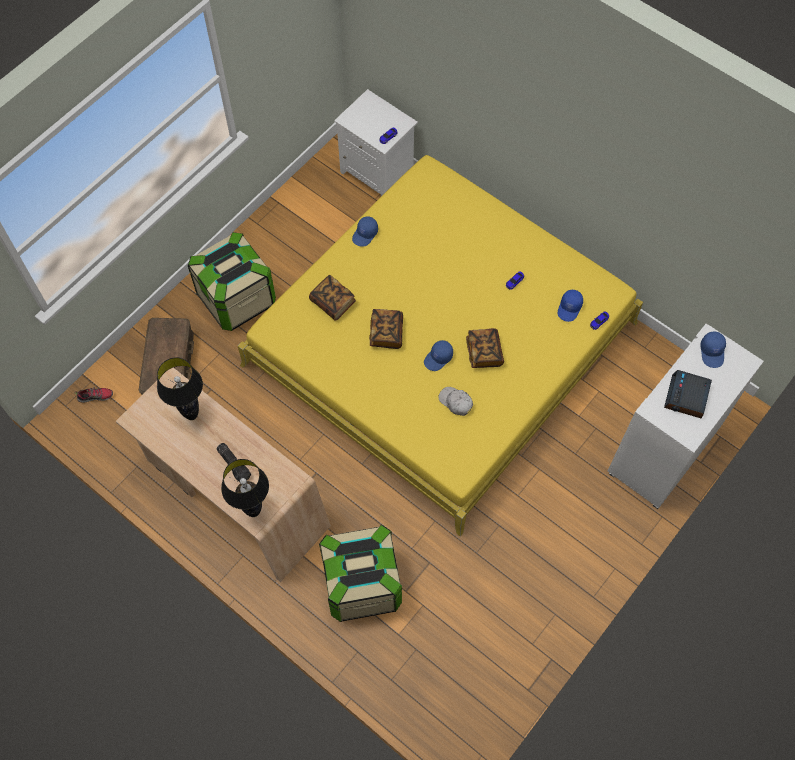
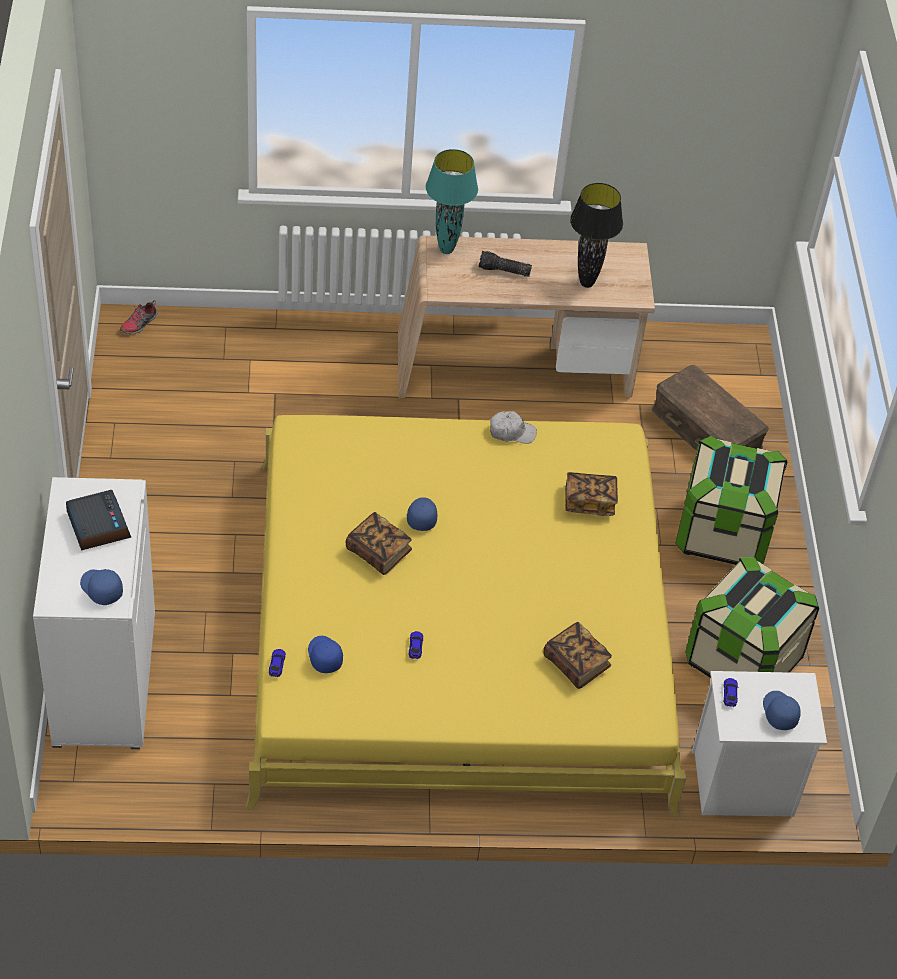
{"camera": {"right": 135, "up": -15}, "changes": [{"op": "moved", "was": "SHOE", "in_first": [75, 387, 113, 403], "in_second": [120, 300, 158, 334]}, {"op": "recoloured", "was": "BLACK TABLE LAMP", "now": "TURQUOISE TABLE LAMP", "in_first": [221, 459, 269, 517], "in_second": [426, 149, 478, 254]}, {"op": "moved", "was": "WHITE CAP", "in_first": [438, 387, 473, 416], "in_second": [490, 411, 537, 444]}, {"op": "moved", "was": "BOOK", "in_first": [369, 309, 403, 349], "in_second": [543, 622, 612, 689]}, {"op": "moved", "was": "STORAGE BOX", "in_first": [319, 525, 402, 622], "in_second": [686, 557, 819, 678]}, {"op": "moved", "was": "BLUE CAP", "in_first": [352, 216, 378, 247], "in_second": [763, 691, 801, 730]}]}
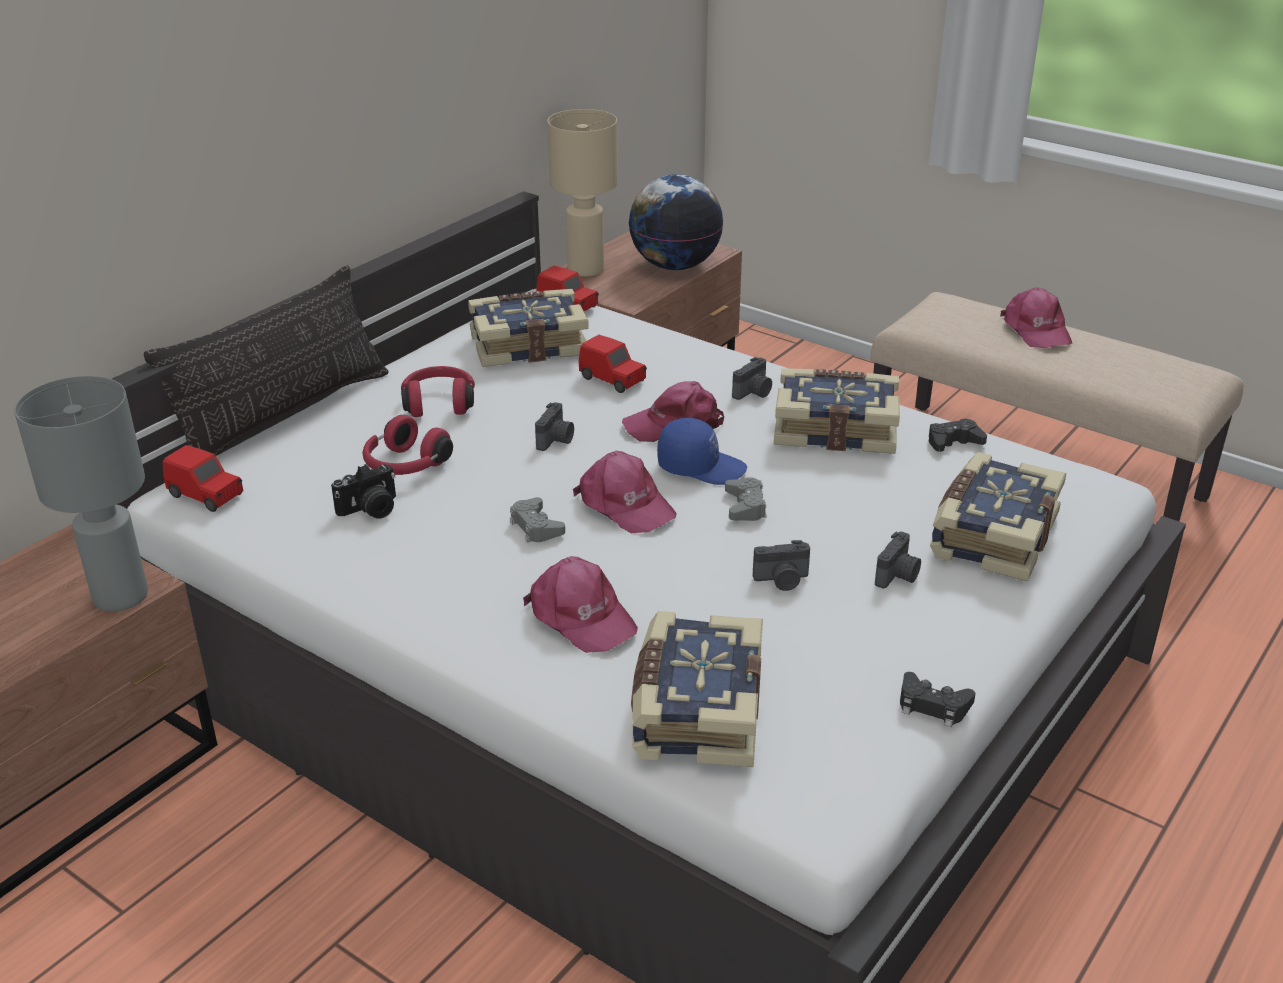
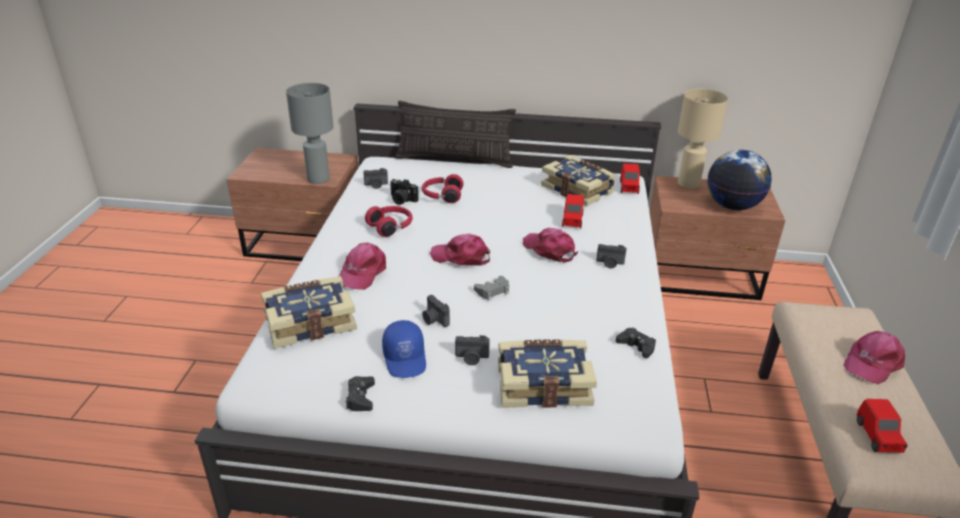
{"camera": {"right": 60, "up": 0}, "changes": [{"op": "moved", "was": "PHOTO CAMERA", "in_first": [535, 402, 574, 451], "in_second": [363, 168, 388, 189]}, {"op": "moved", "was": "RED HEADPHONES", "in_first": [401, 366, 475, 417], "in_second": [365, 206, 413, 237]}, {"op": "moved", "was": "BLUE CAP", "in_first": [657, 418, 747, 485], "in_second": [382, 320, 426, 378]}, {"op": "turned", "was": "PINK CAP", "in_first": [573, 451, 676, 533], "in_second": [430, 234, 490, 266], "clockwise": 90}, {"op": "moved", "was": "RED TOY CAR", "in_first": [163, 445, 243, 512], "in_second": [856, 399, 907, 453]}, {"op": "removed", "was": "GREY GAME CONTROLLER", "in_first": [510, 497, 565, 543]}, {"op": "removed", "was": "BOOK", "in_first": [774, 368, 900, 454]}]}
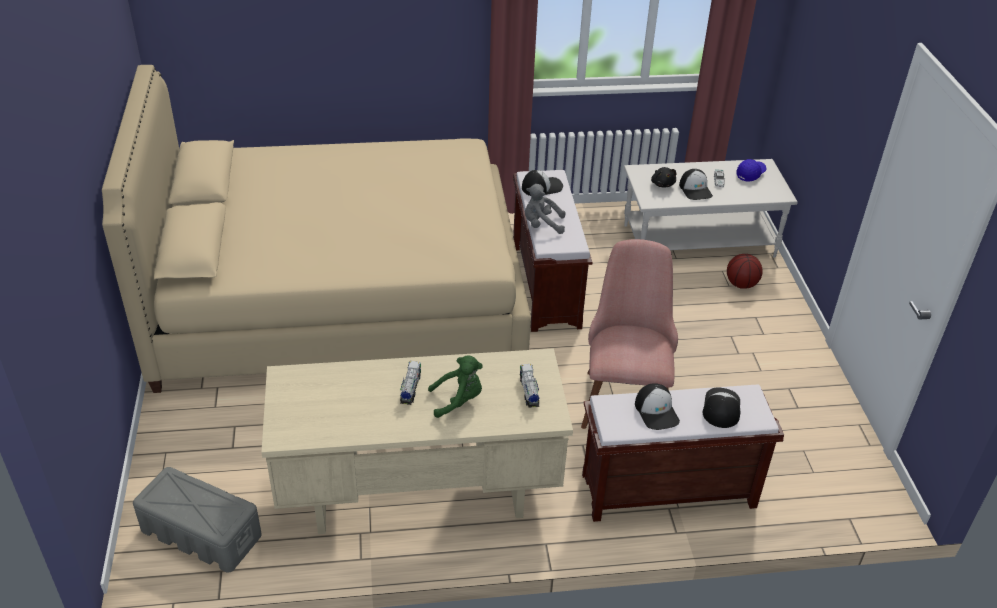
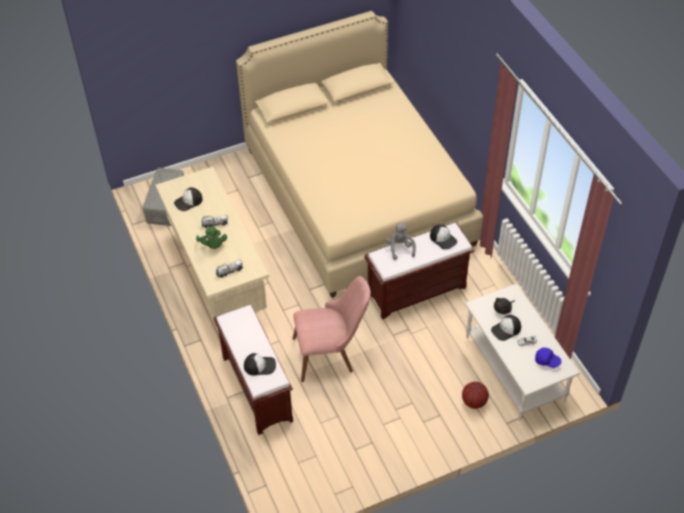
{"camera": {"right": 75, "up": 10}, "changes": [{"op": "moved", "was": "CAP", "in_first": [635, 383, 680, 430], "in_second": [174, 187, 203, 211]}]}
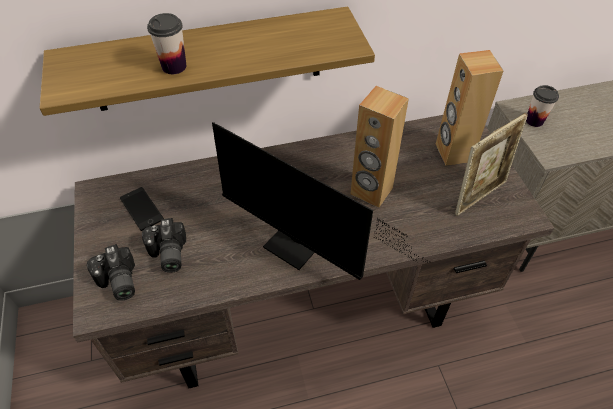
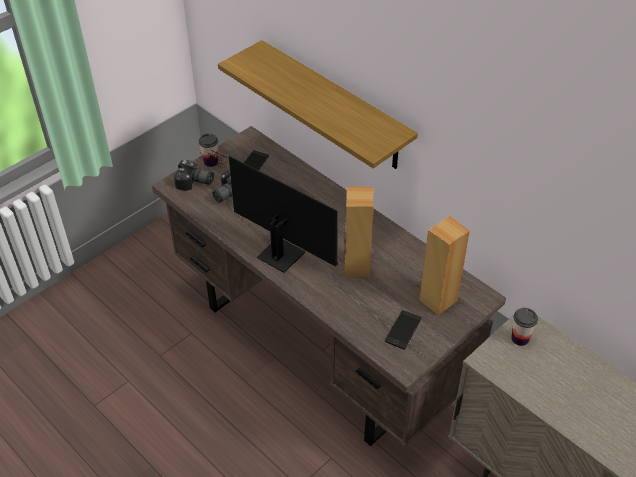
{"camera": {"right": 60, "up": -5}, "changes": [{"op": "turned", "was": "PHOTO CAMERA", "in_first": [87, 244, 135, 300], "in_second": [174, 160, 214, 191], "clockwise": -105}, {"op": "moved", "was": "CUP", "in_first": [147, 13, 186, 74], "in_second": [199, 133, 218, 167]}, {"op": "turned", "was": "MONITOR", "in_first": [212, 122, 431, 280], "in_second": [201, 149, 338, 273], "clockwise": 120}, {"op": "replaced", "was": "PICTURE FRAME", "now": "PHONE", "in_first": [455, 113, 528, 216], "in_second": [385, 310, 422, 349]}]}
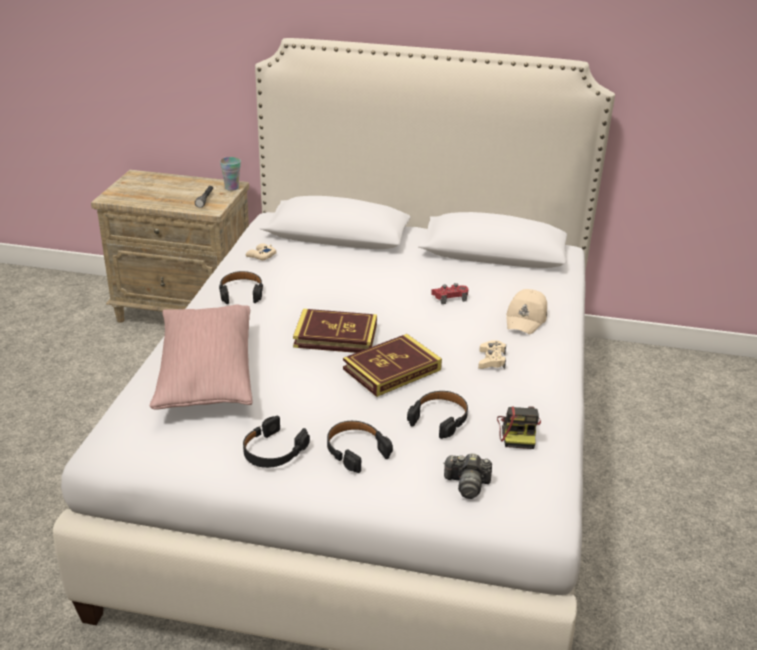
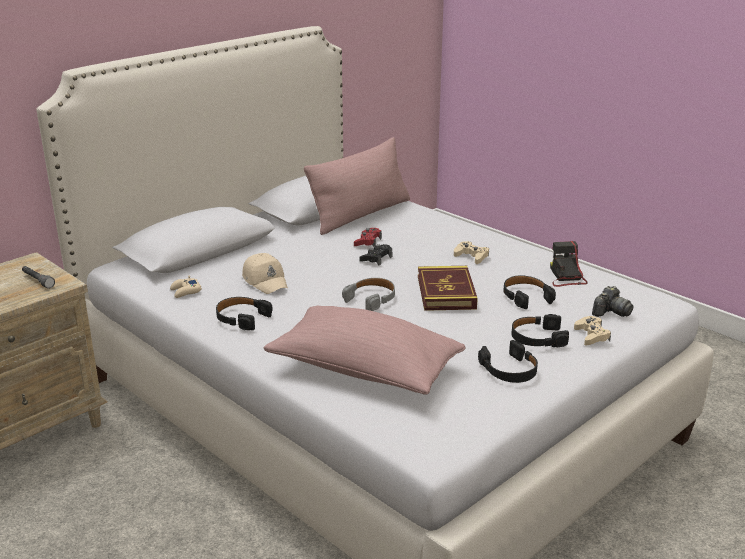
{"camera": {"right": -55, "up": -5}, "changes": [{"op": "moved", "was": "BEIGE CAP", "in_first": [506, 289, 547, 334], "in_second": [242, 253, 288, 294]}, {"op": "added", "now": "PINK PILLOW", "in_second": [304, 137, 410, 235]}, {"op": "replaced", "was": "BOOK", "now": "GREY HEADPHONES", "in_first": [293, 309, 377, 353], "in_second": [342, 278, 395, 311]}, {"op": "added", "now": "BLACK GAME CONTROLLER", "in_second": [360, 244, 393, 265]}, {"op": "turned", "was": "PHOTO CAMERA", "in_first": [497, 406, 541, 449], "in_second": [550, 241, 588, 287], "clockwise": -135}, {"op": "added", "now": "BEIGE GAME CONTROLLER", "in_second": [574, 316, 611, 345]}, {"op": "removed", "was": "CUP", "in_first": [220, 157, 241, 191]}]}
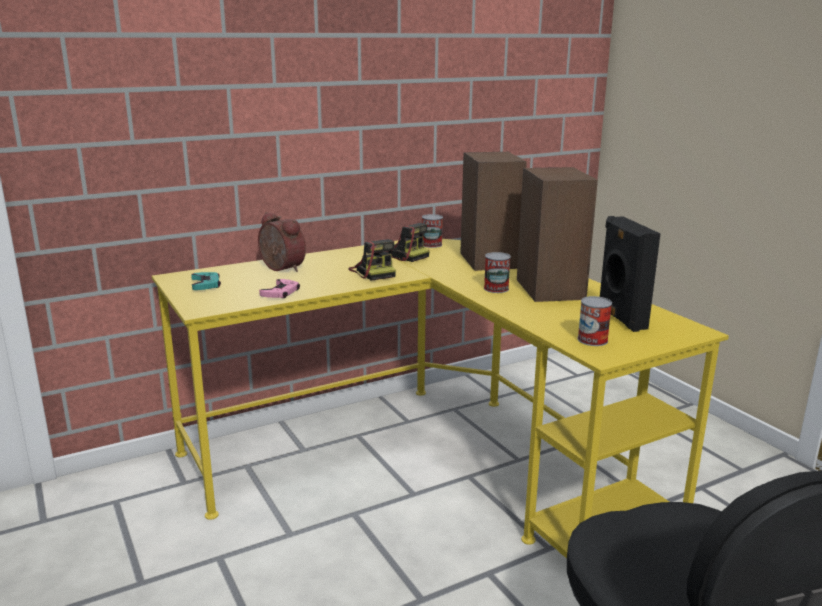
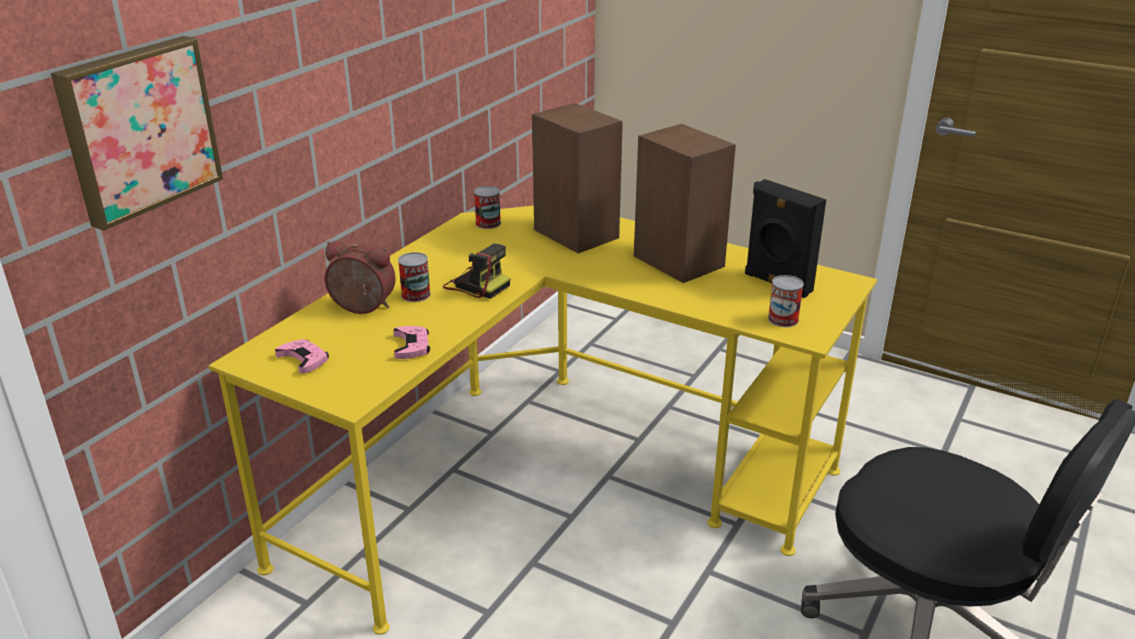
{"camera": {"right": -30, "up": 10}, "changes": [{"op": "added", "now": "PICTURE", "in_second": [51, 36, 223, 231]}, {"op": "recoloured", "was": "TURQUOISE GAME CONTROLLER", "now": "PINK GAME CONTROLLER", "in_first": [191, 272, 221, 290], "in_second": [275, 339, 329, 374]}, {"op": "moved", "was": "CAN", "in_first": [484, 252, 511, 293], "in_second": [398, 252, 431, 302]}, {"op": "removed", "was": "PHOTO CAMERA", "in_first": [386, 223, 430, 262]}]}
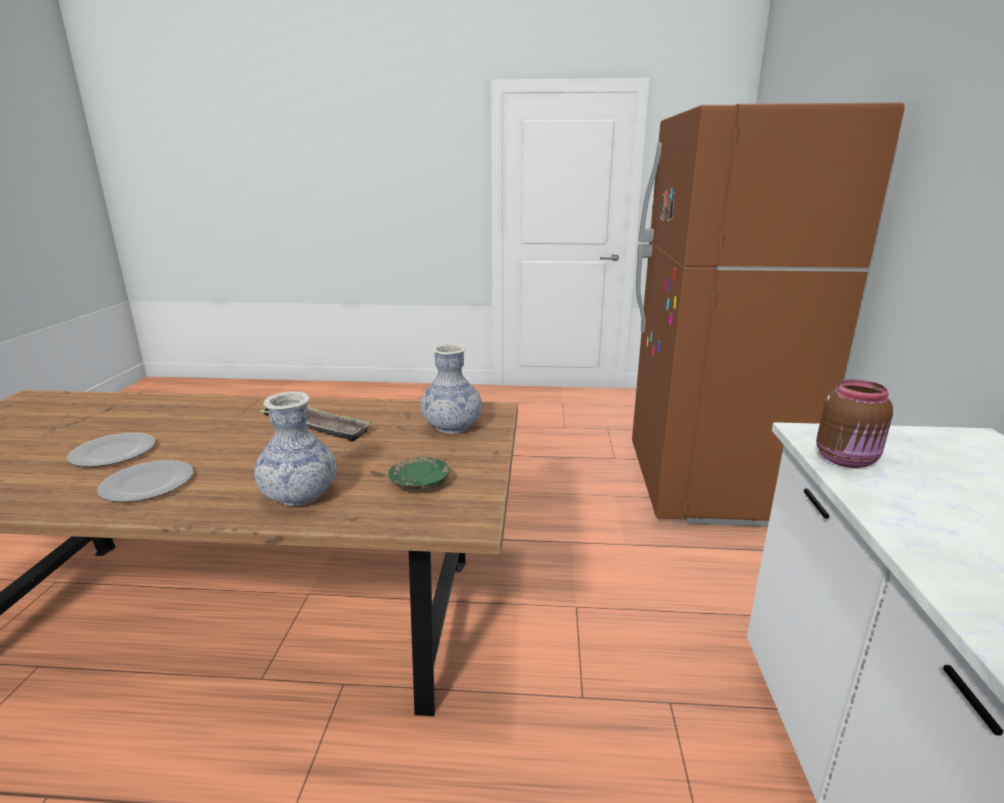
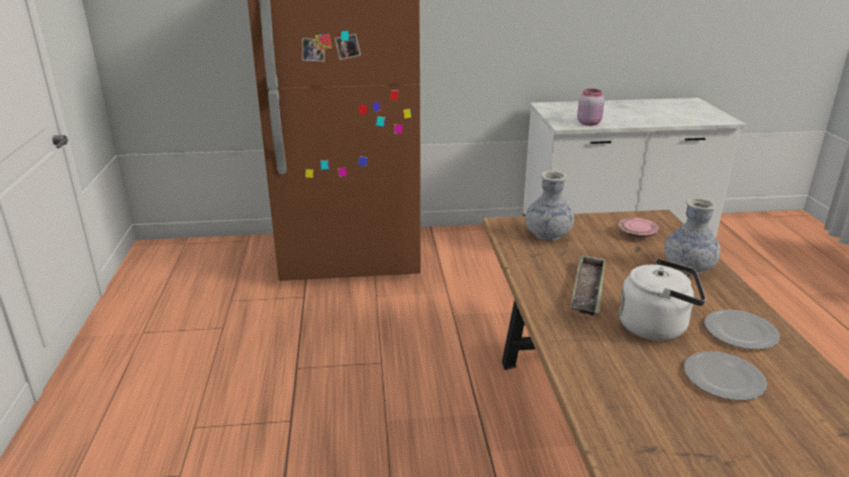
{"camera": {"right": -100, "up": 5}, "changes": [{"op": "recoloured", "was": "BROWN JAR", "now": "PINK JAR", "in_first": [816, 379, 893, 468], "in_second": [577, 89, 604, 126]}, {"op": "recoloured", "was": "GREEN PLATE", "now": "PINK PLATE", "in_first": [388, 457, 449, 490], "in_second": [618, 218, 659, 238]}, {"op": "added", "now": "WHITE KETTLE", "in_second": [619, 259, 706, 341]}]}
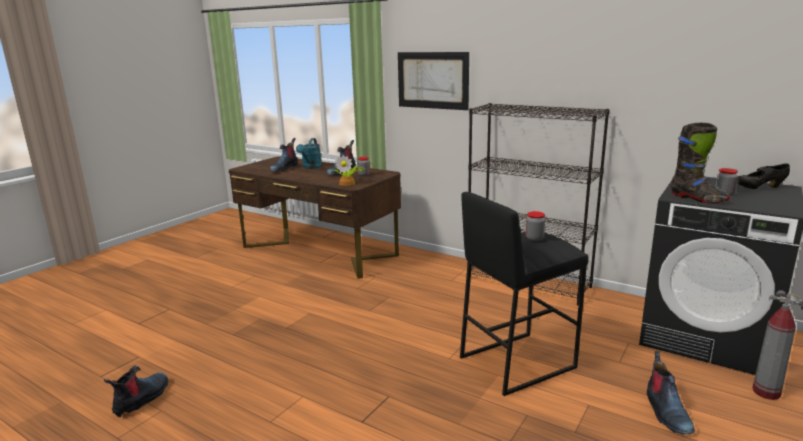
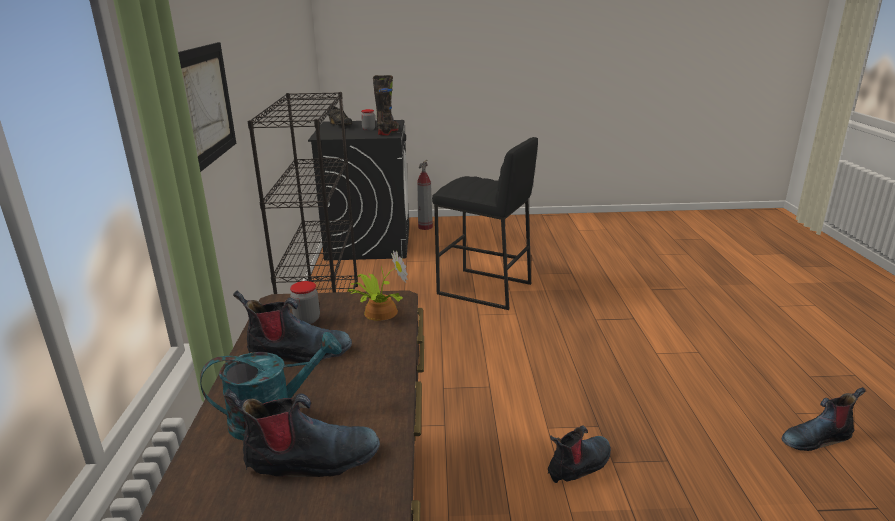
{"camera": {"right": -125, "up": 5}, "changes": [{"op": "moved", "was": "BOOT", "in_first": [647, 351, 695, 435], "in_second": [548, 425, 611, 483]}, {"op": "removed", "was": "JAR", "in_first": [526, 211, 545, 241]}]}
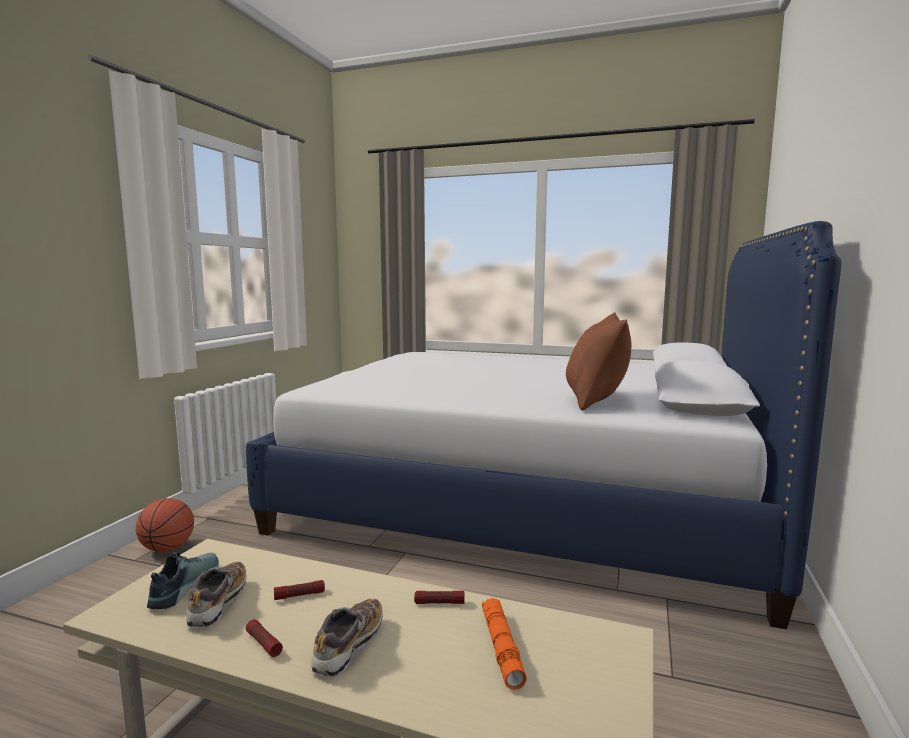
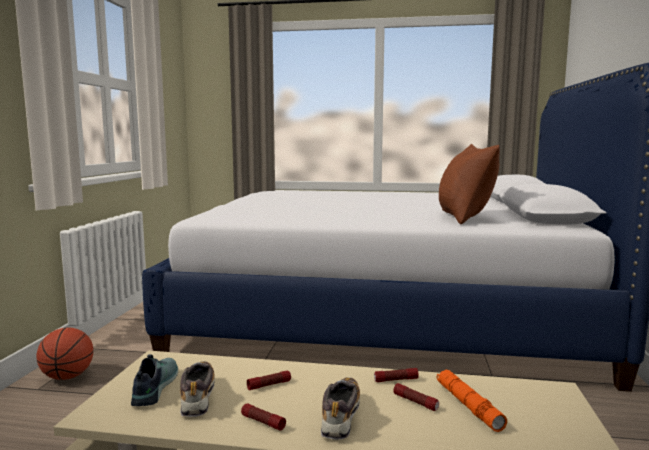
{"camera": {"right": -10, "up": 0}, "changes": [{"op": "added", "now": "FLASHLIGHT", "in_second": [393, 383, 439, 411]}]}
